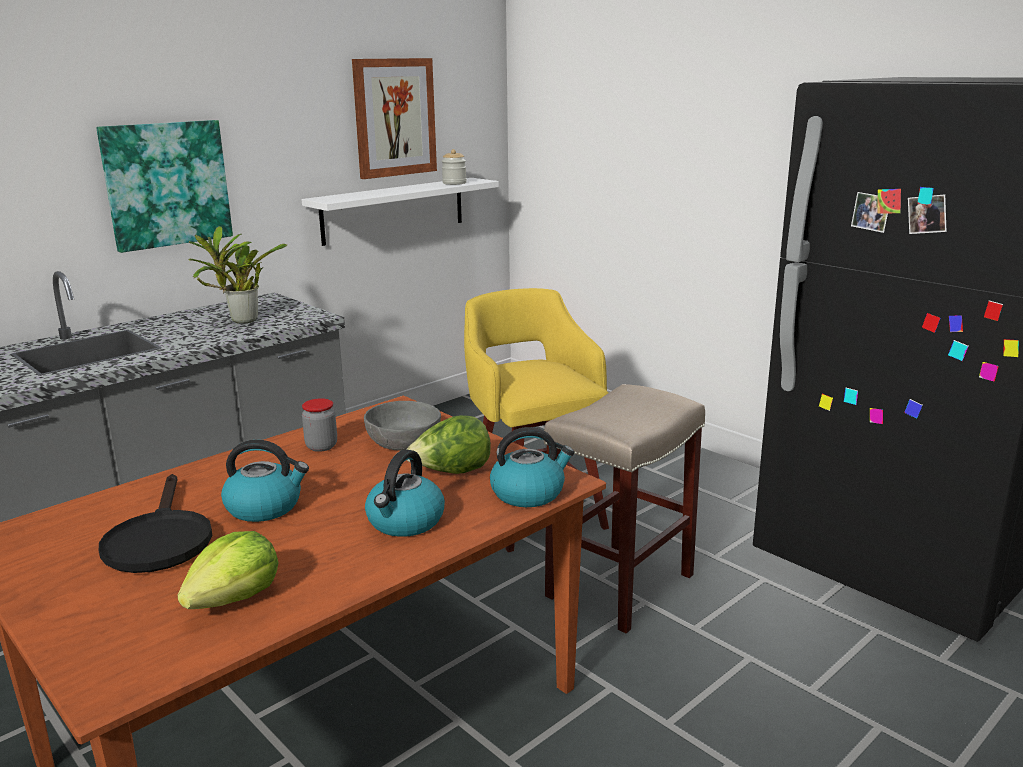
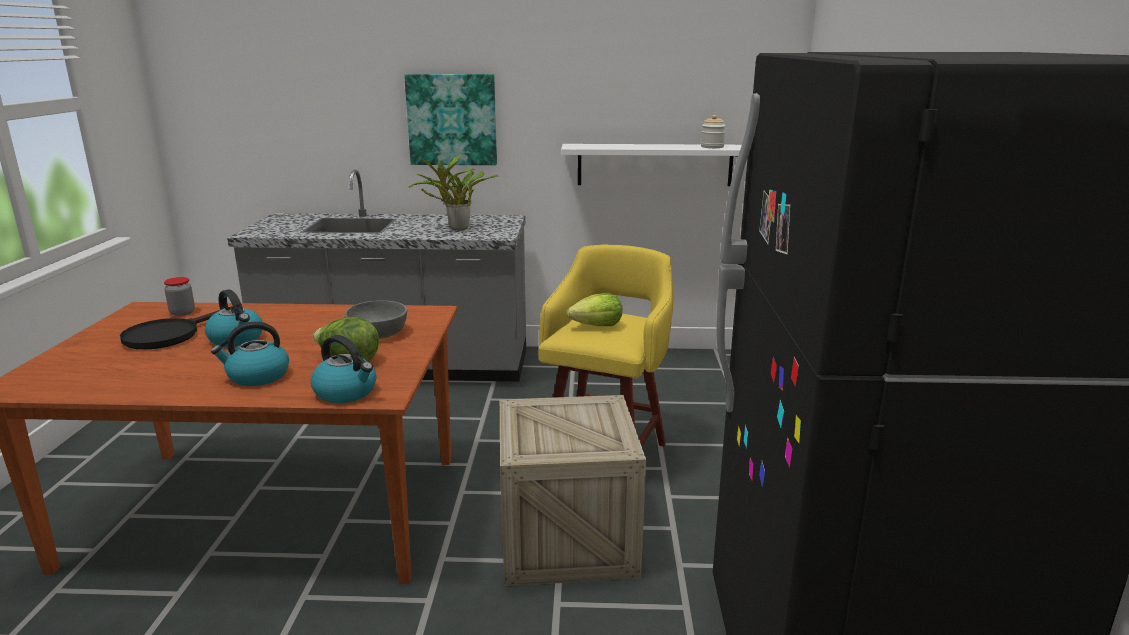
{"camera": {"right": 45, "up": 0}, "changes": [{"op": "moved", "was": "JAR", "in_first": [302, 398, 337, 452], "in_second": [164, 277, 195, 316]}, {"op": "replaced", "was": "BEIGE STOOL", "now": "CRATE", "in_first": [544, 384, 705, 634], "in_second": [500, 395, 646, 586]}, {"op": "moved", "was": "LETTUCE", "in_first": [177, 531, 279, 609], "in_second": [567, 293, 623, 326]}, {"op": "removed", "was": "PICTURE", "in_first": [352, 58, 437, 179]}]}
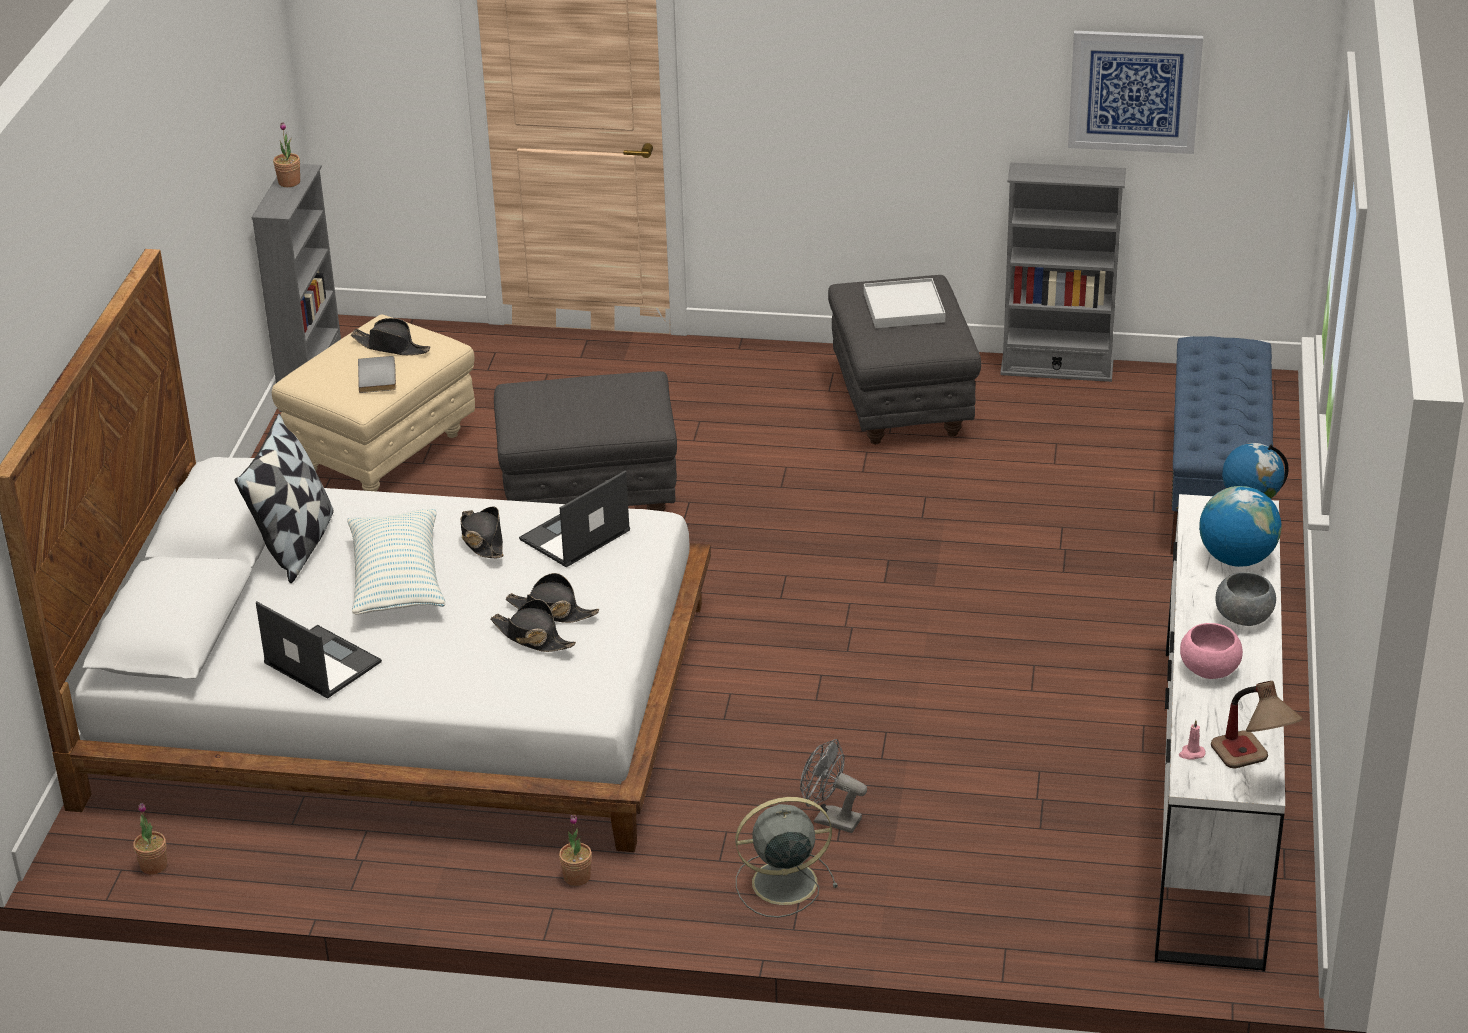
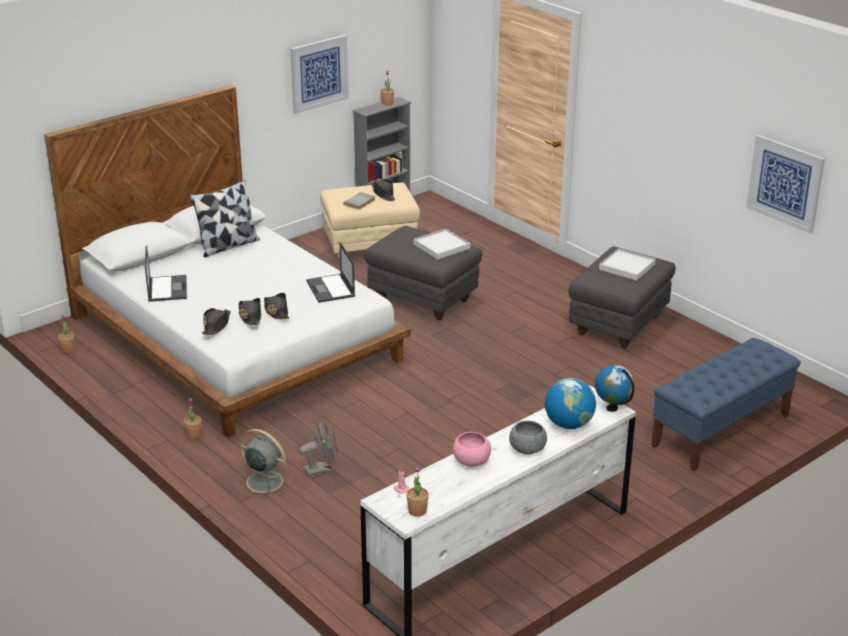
{"camera": {"right": 40, "up": -5}, "changes": [{"op": "moved", "was": "BLACK HAT", "in_first": [460, 507, 504, 558], "in_second": [202, 308, 231, 335]}, {"op": "added", "now": "PICTURE", "in_second": [290, 35, 349, 114]}, {"op": "turned", "was": "GREY FAN", "in_first": [800, 739, 867, 833], "in_second": [299, 422, 337, 476], "clockwise": 90}, {"op": "turned", "was": "LAPTOP", "in_first": [519, 471, 630, 568], "in_second": [306, 242, 355, 303], "clockwise": -105}, {"op": "replaced", "was": "TABLE LAMP", "now": "POTTED PLANT", "in_first": [1211, 681, 1303, 768], "in_second": [406, 466, 429, 517]}, {"op": "added", "now": "WHITE TRAY", "in_second": [414, 229, 470, 259]}, {"op": "removed", "was": "PILLOW", "in_first": [347, 509, 445, 614]}, {"op": "removed", "was": "GREY BOOKCASE", "in_first": [1000, 163, 1126, 382]}]}
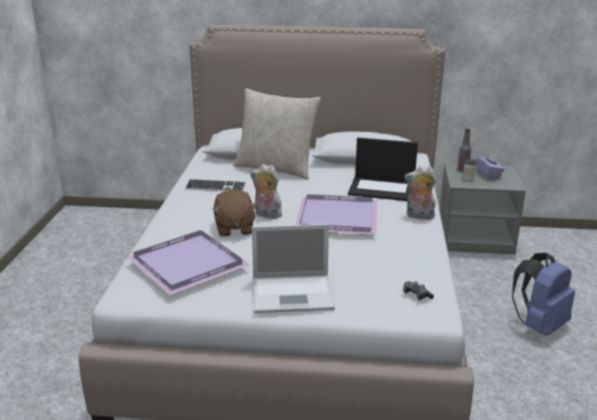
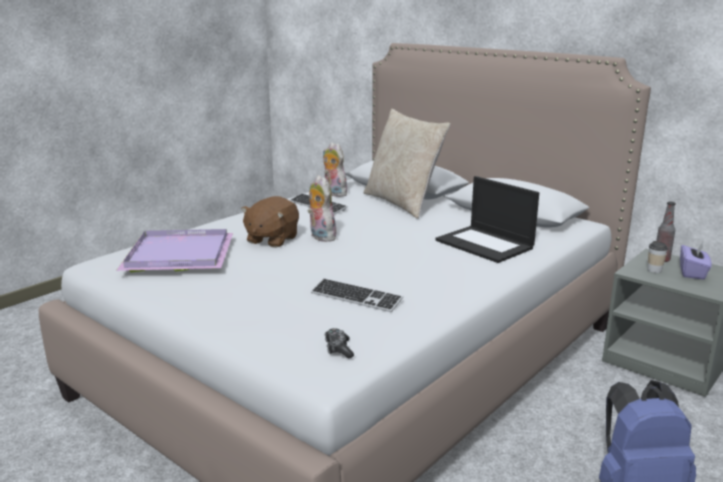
{"camera": {"right": 35, "up": -5}, "changes": [{"op": "added", "now": "KEYBOARD", "in_second": [311, 278, 403, 312]}, {"op": "moved", "was": "PLUSH TOY", "in_first": [405, 166, 436, 220], "in_second": [323, 142, 347, 197]}, {"op": "removed", "was": "LAPTOP", "in_first": [252, 224, 335, 313]}, {"op": "removed", "was": "PURPLE TRAY", "in_first": [296, 194, 377, 235]}]}
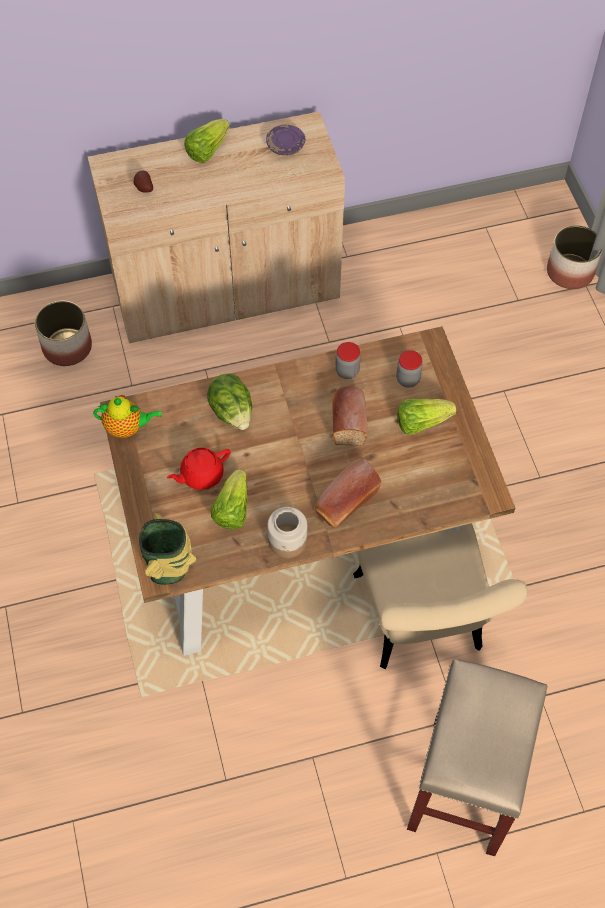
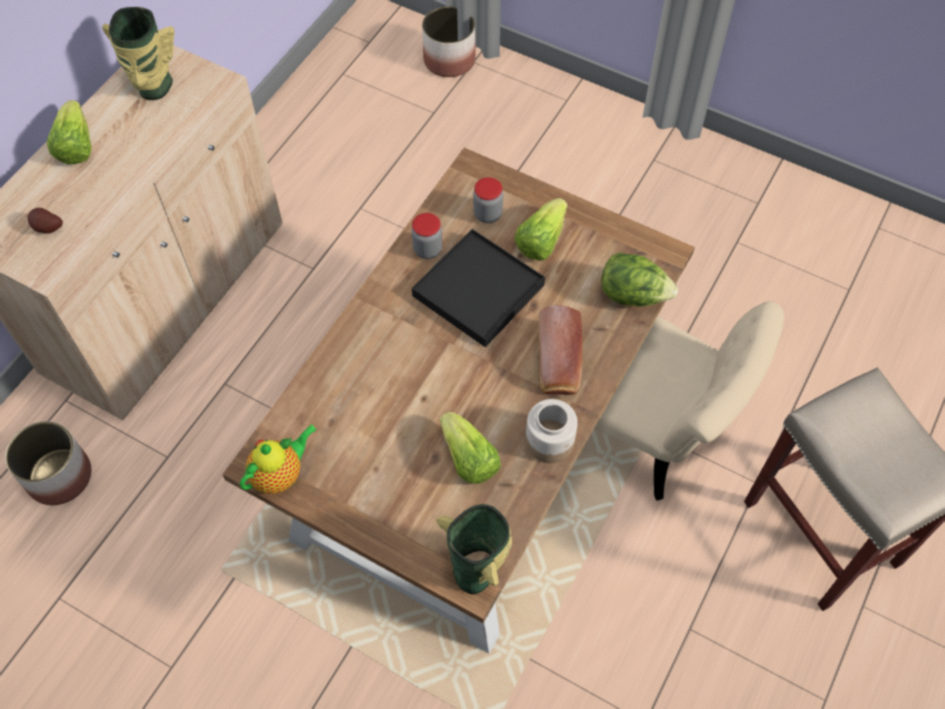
{"camera": {"right": -45, "up": 0}, "changes": [{"op": "replaced", "was": "PURPLE PLATE", "now": "VASE", "in_first": [266, 125, 305, 156], "in_second": [102, 7, 175, 100]}, {"op": "replaced", "was": "BREAD", "now": "BLACK TRAY", "in_first": [332, 386, 367, 446], "in_second": [412, 229, 545, 347]}, {"op": "moved", "was": "LETTUCE", "in_first": [207, 373, 252, 430], "in_second": [601, 252, 678, 306]}, {"op": "removed", "was": "RED TEAPOT", "in_first": [167, 448, 231, 490]}]}
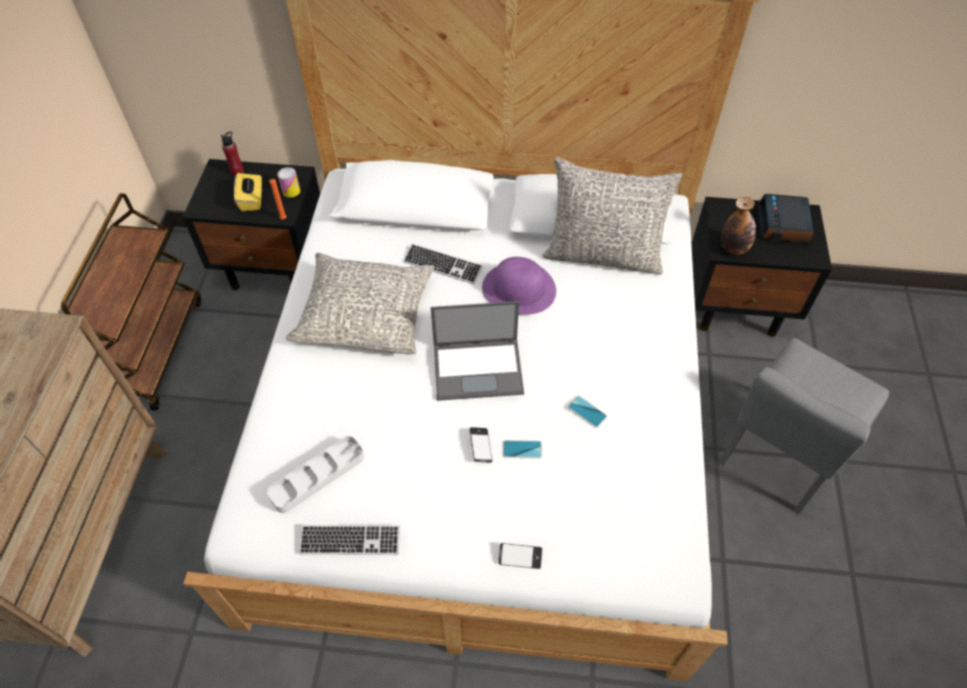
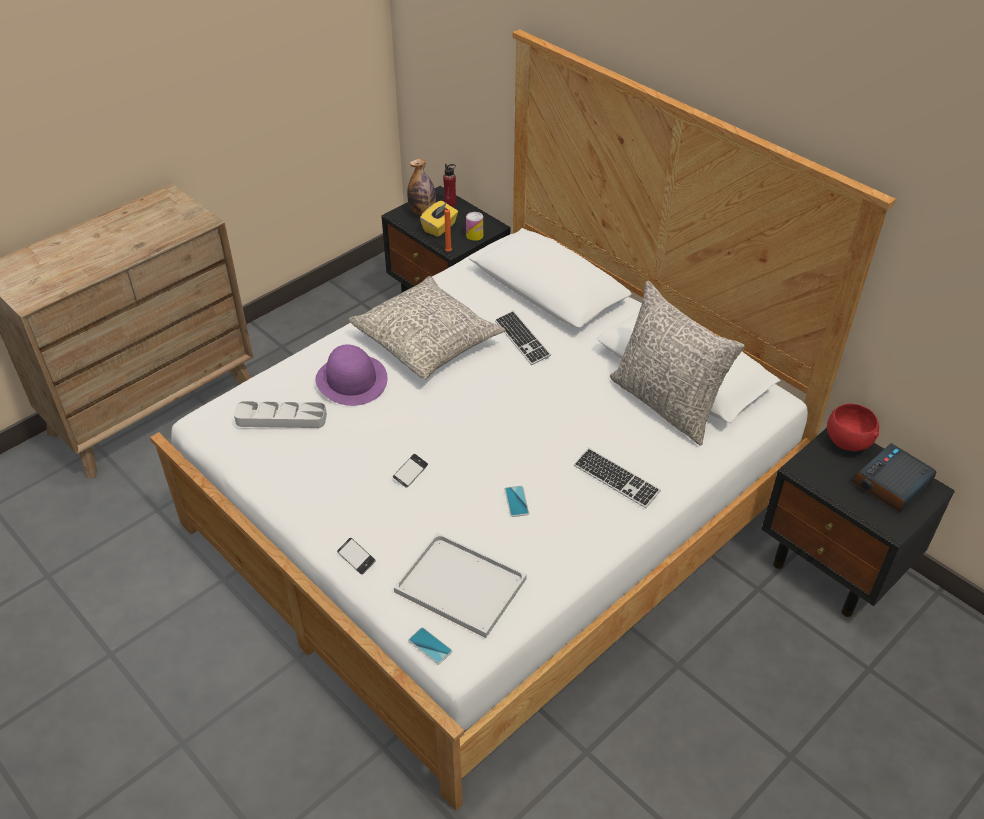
{"camera": {"right": 40, "up": -10}, "changes": [{"op": "moved", "was": "PURPLE HAT", "in_first": [482, 257, 556, 315], "in_second": [315, 344, 387, 406]}, {"op": "added", "now": "WHITE TRAY", "in_second": [394, 533, 527, 638]}, {"op": "moved", "was": "BOTTLE", "in_first": [721, 197, 756, 255], "in_second": [407, 159, 436, 215]}, {"op": "moved", "was": "PHONE", "in_first": [503, 440, 542, 459], "in_second": [408, 627, 452, 664]}, {"op": "moved", "was": "KEYBOARD", "in_first": [299, 525, 400, 555], "in_second": [574, 448, 661, 508]}, {"op": "added", "now": "RED BOWL", "in_second": [827, 404, 879, 451]}, {"op": "removed", "was": "BROWN CART", "in_first": [61, 193, 201, 411]}, {"op": "removed", "was": "LAPTOP", "in_first": [430, 301, 524, 401]}, {"op": "removed", "was": "GREY CHAIR", "in_first": [719, 338, 889, 514]}]}
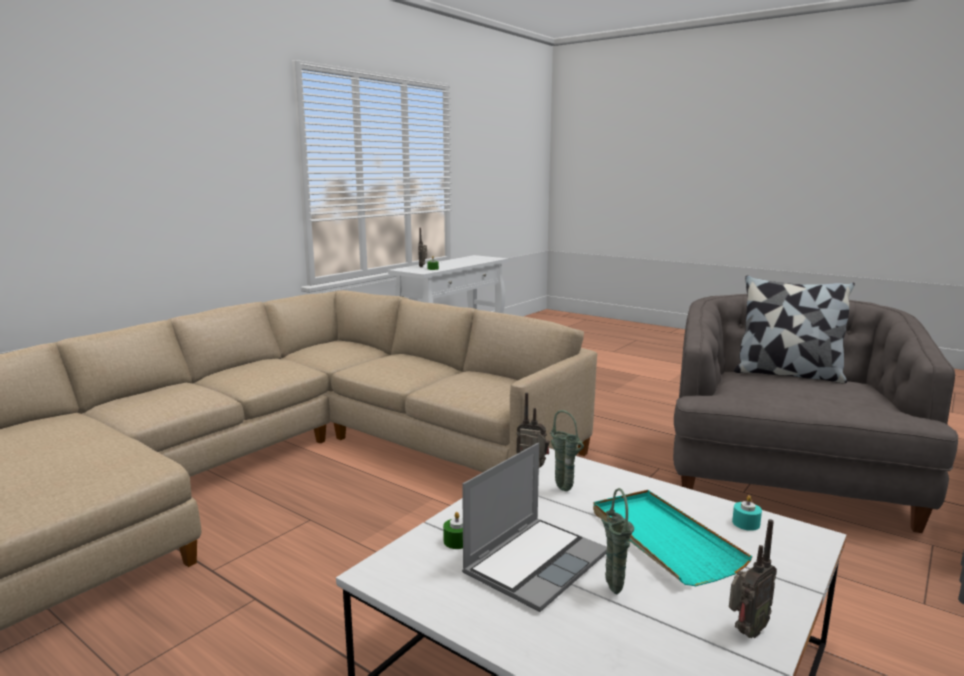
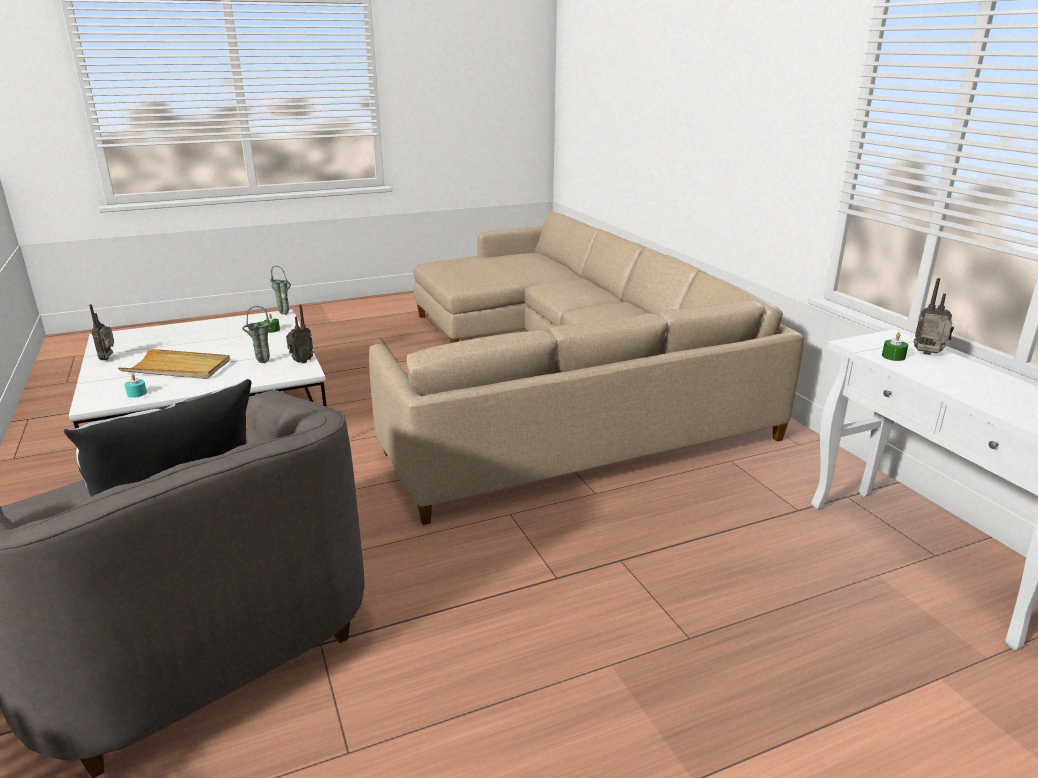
{"camera": {"right": 120, "up": 10}, "changes": [{"op": "recoloured", "was": "TURQUOISE TRAY", "now": "BEIGE TRAY", "in_first": [593, 490, 753, 586], "in_second": [118, 349, 230, 379]}, {"op": "moved", "was": "GREEN VASE", "in_first": [601, 488, 634, 595], "in_second": [270, 265, 291, 315]}, {"op": "removed", "was": "LAPTOP", "in_first": [462, 443, 607, 612]}]}
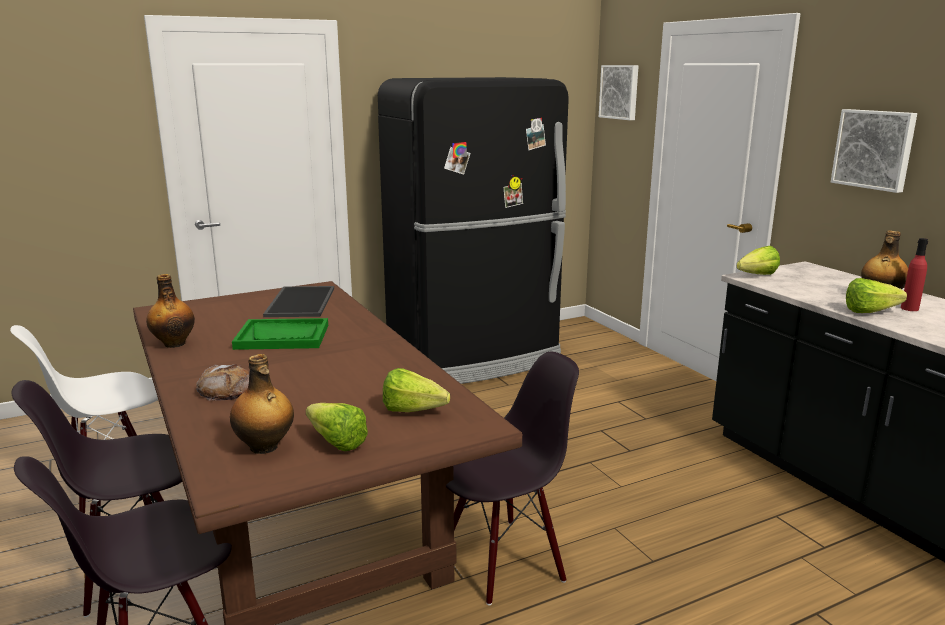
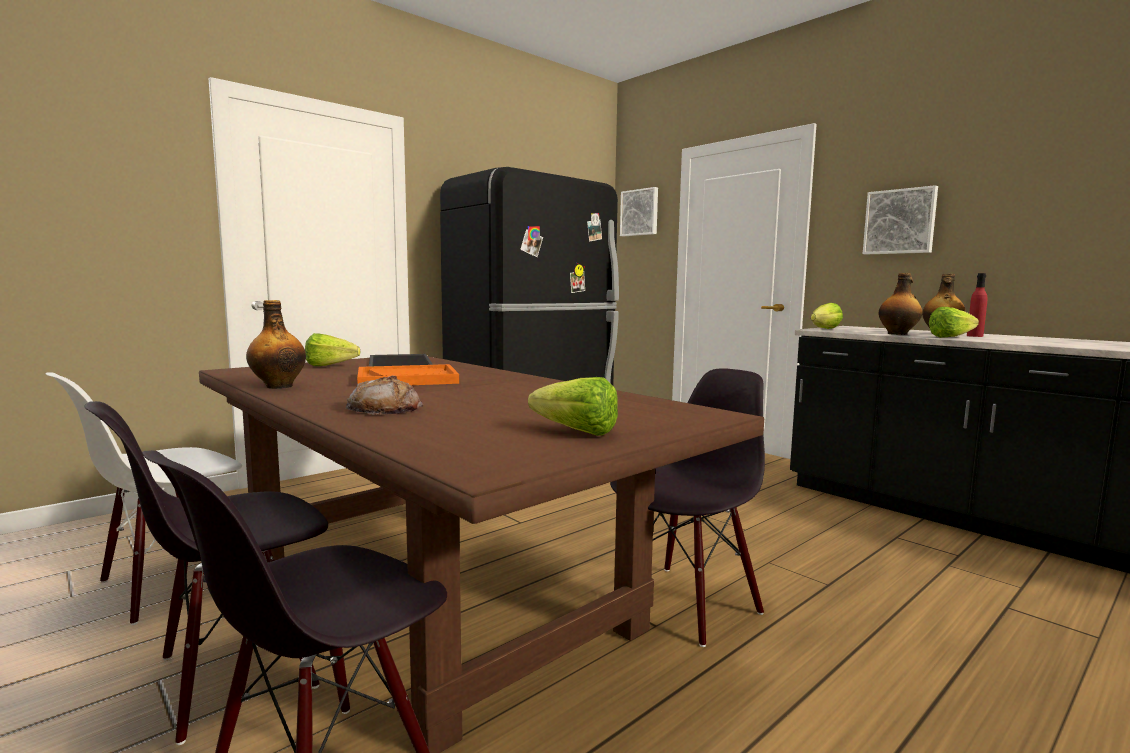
{"camera": {"right": -15, "up": -10}, "changes": [{"op": "moved", "was": "LETTUCE", "in_first": [383, 368, 450, 412], "in_second": [305, 333, 360, 366]}, {"op": "recoloured", "was": "GREEN TRAY", "now": "ORANGE TRAY", "in_first": [232, 318, 328, 350], "in_second": [357, 364, 459, 385]}, {"op": "moved", "was": "BOTTLE", "in_first": [230, 354, 294, 454], "in_second": [878, 273, 922, 335]}]}
